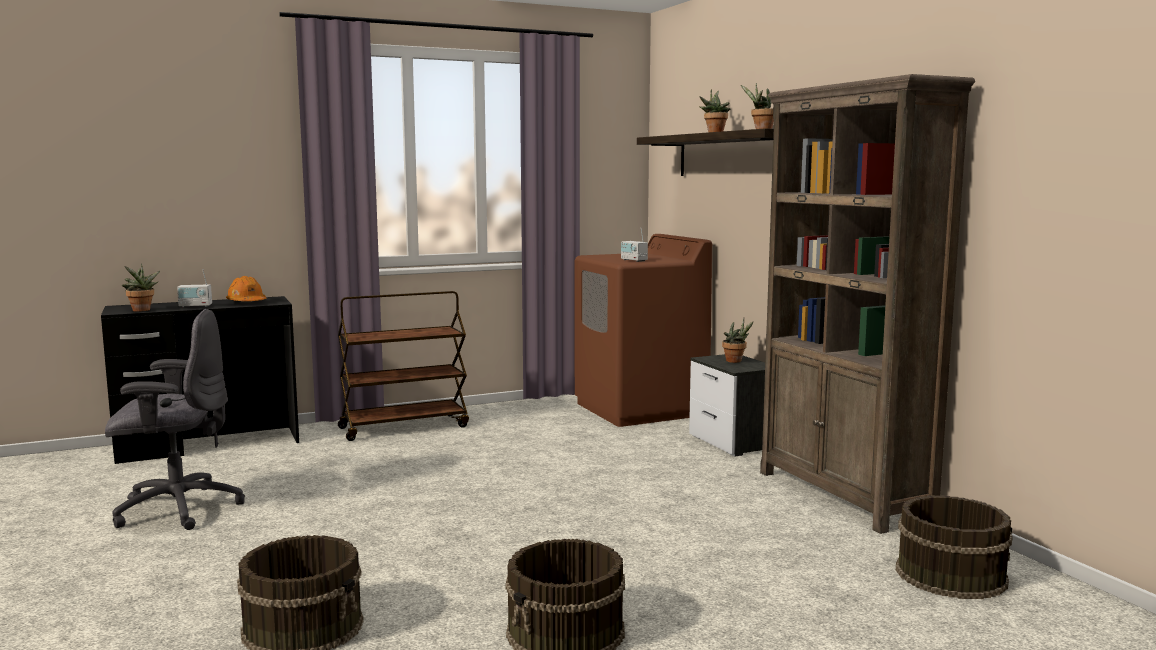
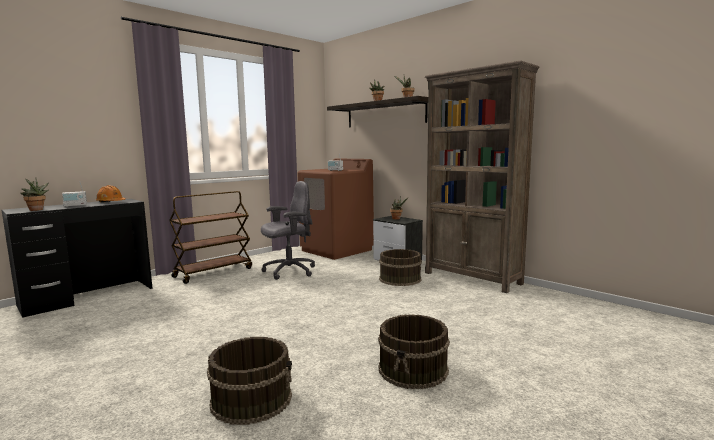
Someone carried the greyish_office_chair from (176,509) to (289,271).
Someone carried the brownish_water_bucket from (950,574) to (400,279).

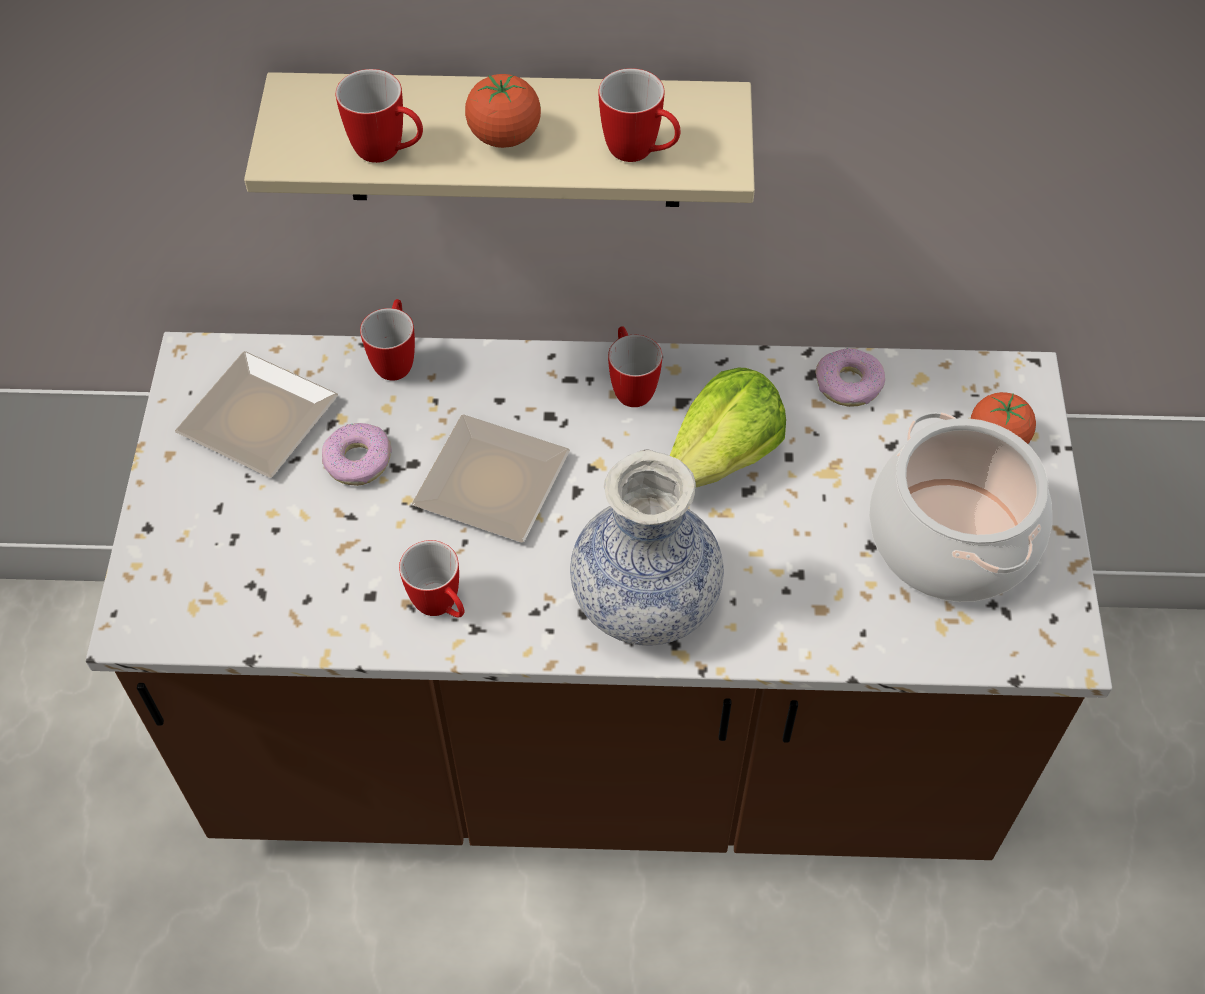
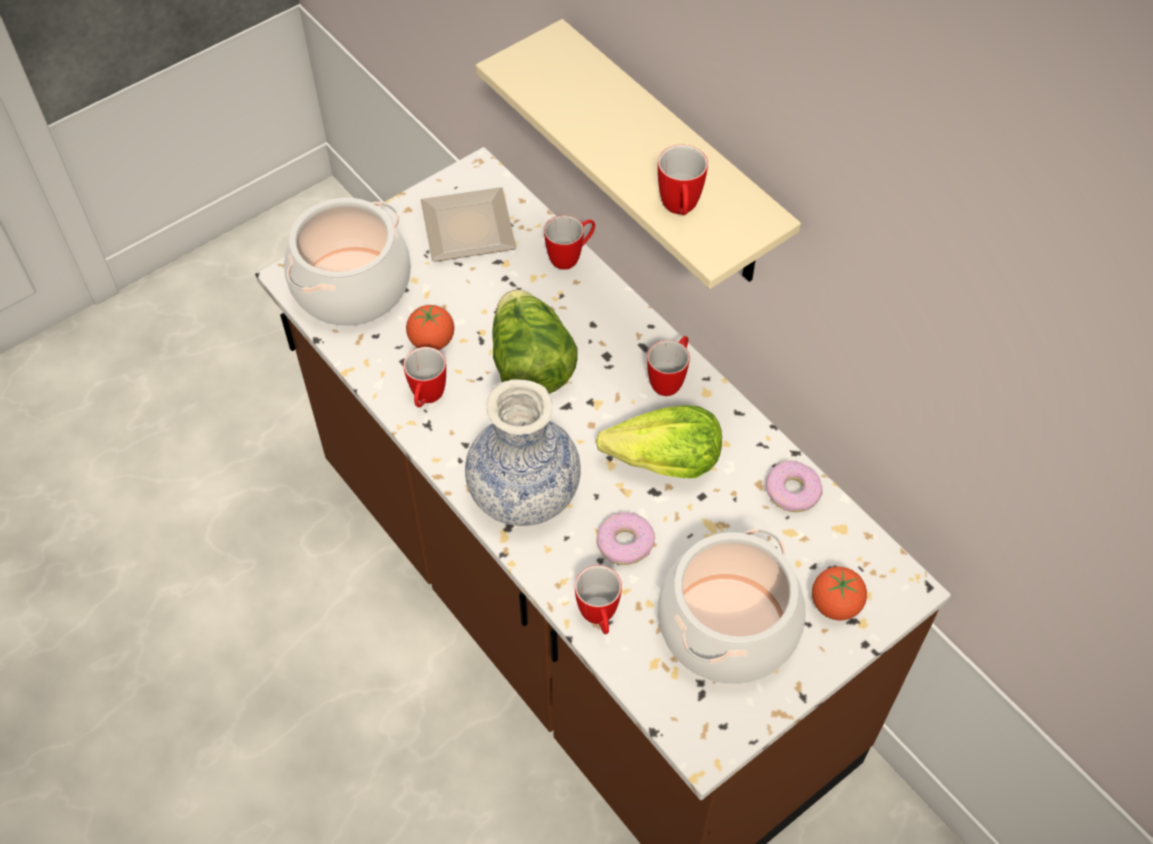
Someone carried the coffee_mug from (388,153) to (599,619).
Someone carried the tomato from (504,136) to (432,341).
Someone swapped the dinner_plate at (494,487) for the lettuce_head at (530,365).
Someone carried the doughnut from (357,461) to (624,543).
Someone put down the stockpot at (352,286).

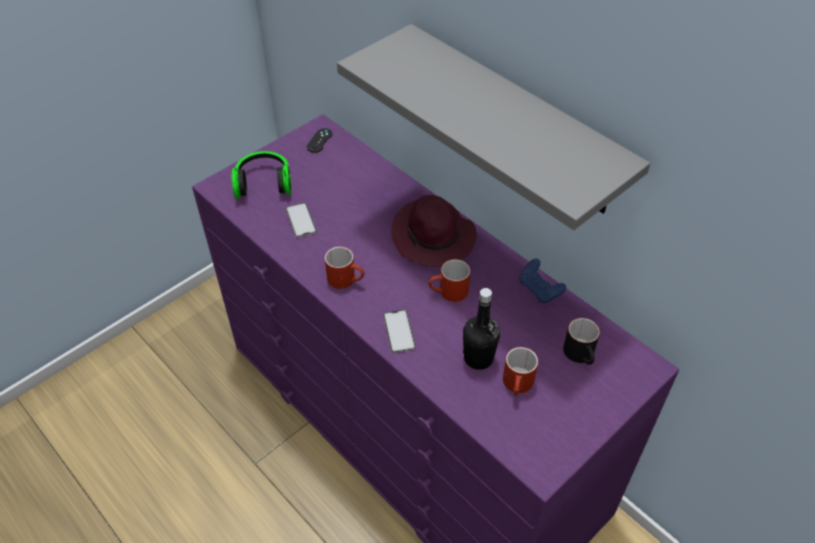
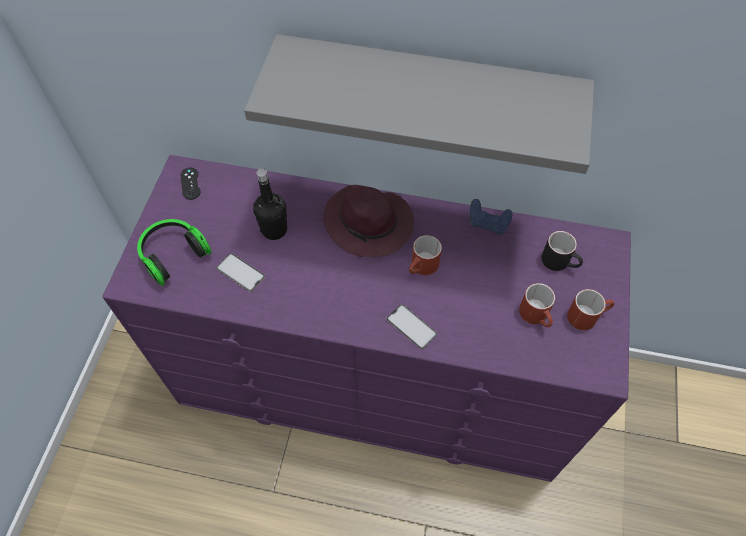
Someone carried the reddish_coffee_mug from (346,279) to (587,315).
Someone carried the black-coloured_bottle from (478,358) to (274,230).

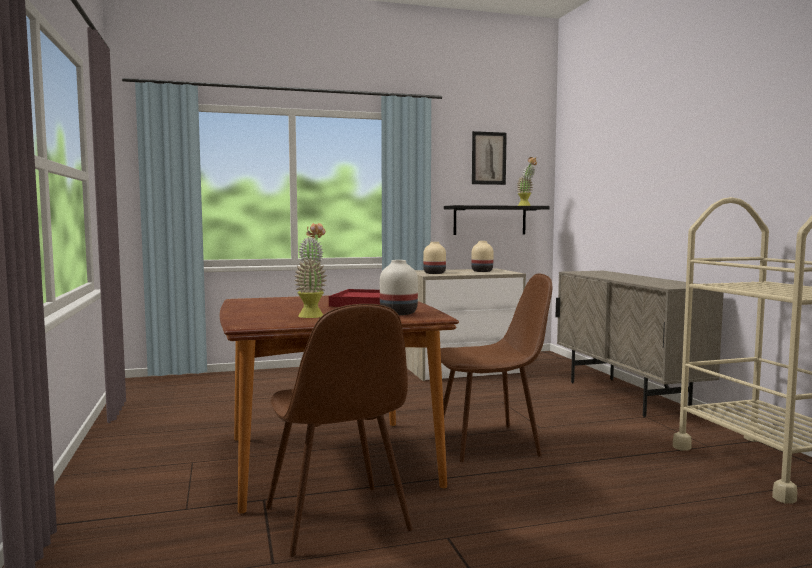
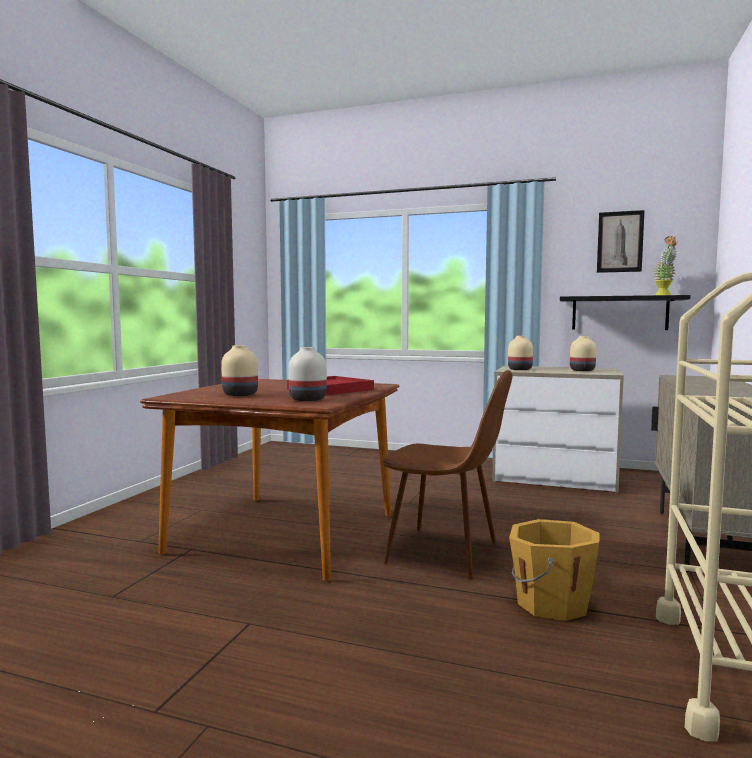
Someone swapped the houseplant at (312,315) for the beige-coloured_decorative_vase at (241,394).
Someone took away the brownish_upright_chair at (337,521).
Someone put down the orange_water_bucket at (550,602).

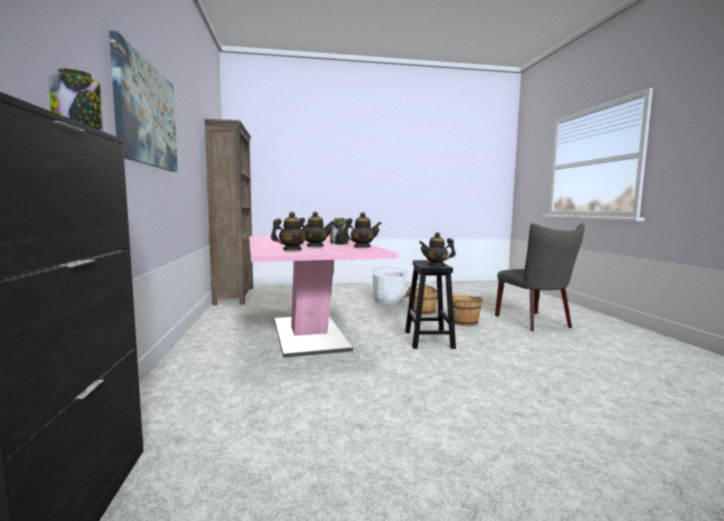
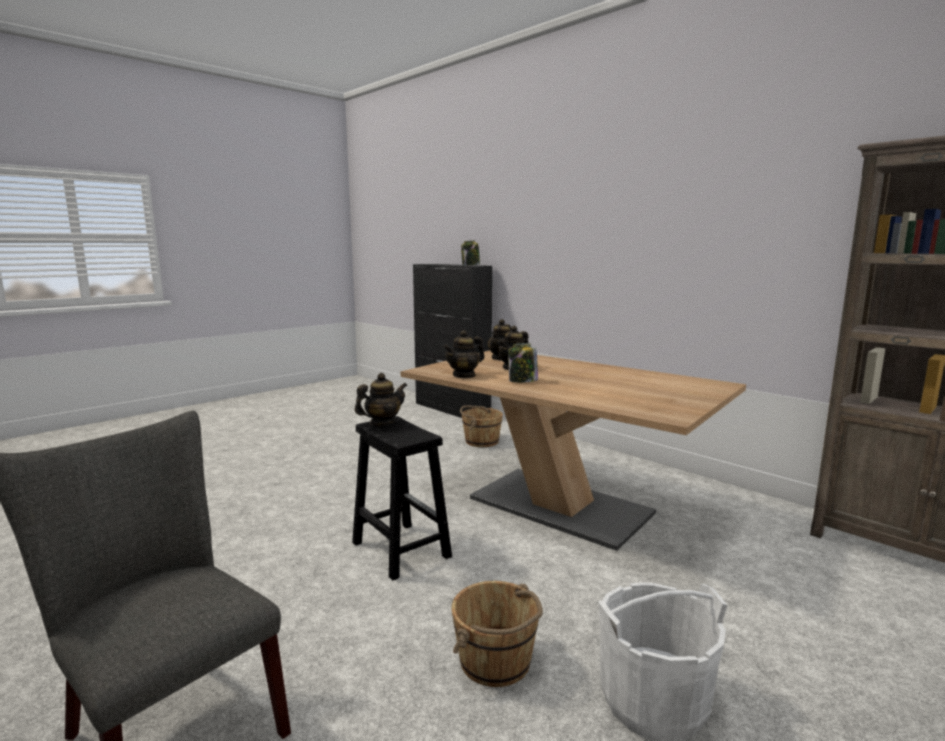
Someone took away the wall_art at (146,115).
Someone repainted the pink-coloured_dining_table at (309,334), which became the brownish_dining_table at (560,506).
Someone carried the brownish_water_bucket from (464,322) to (481,441).

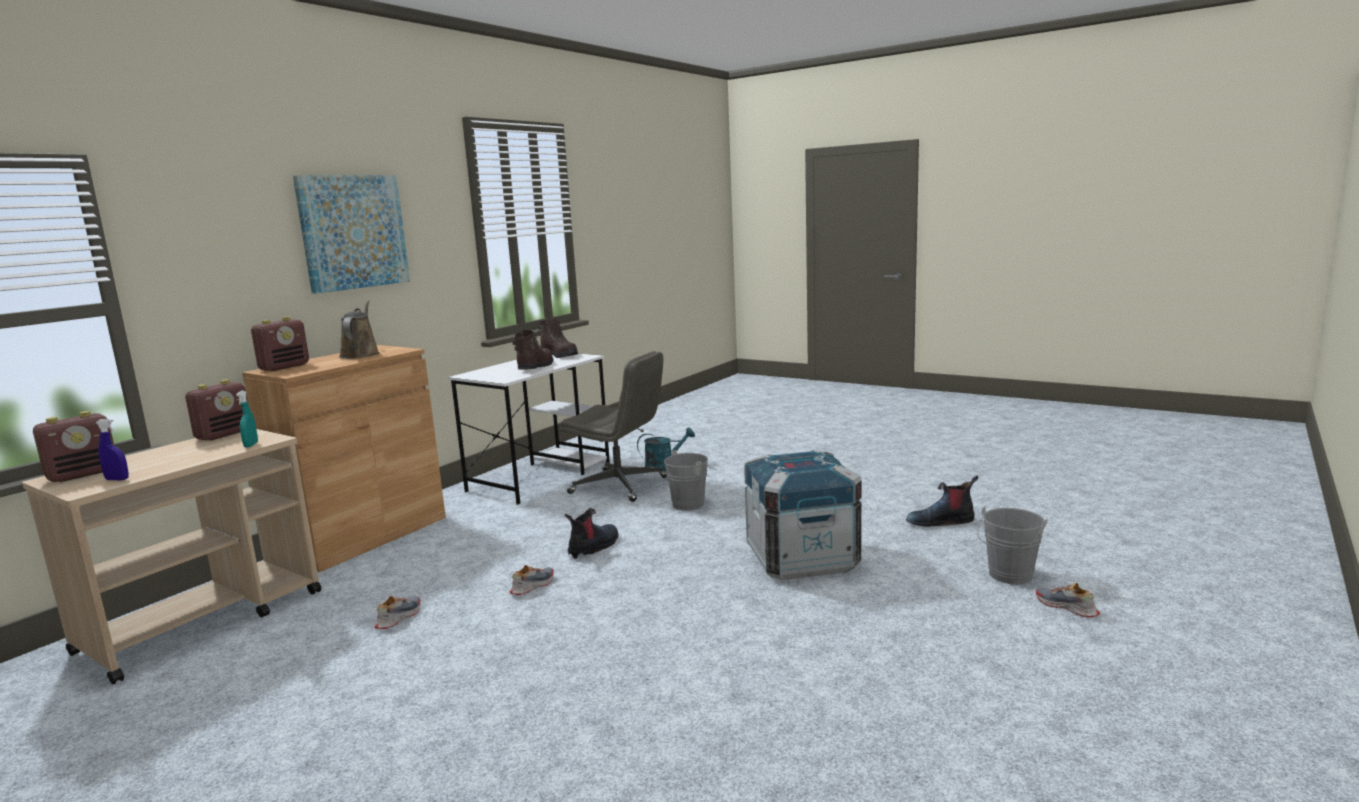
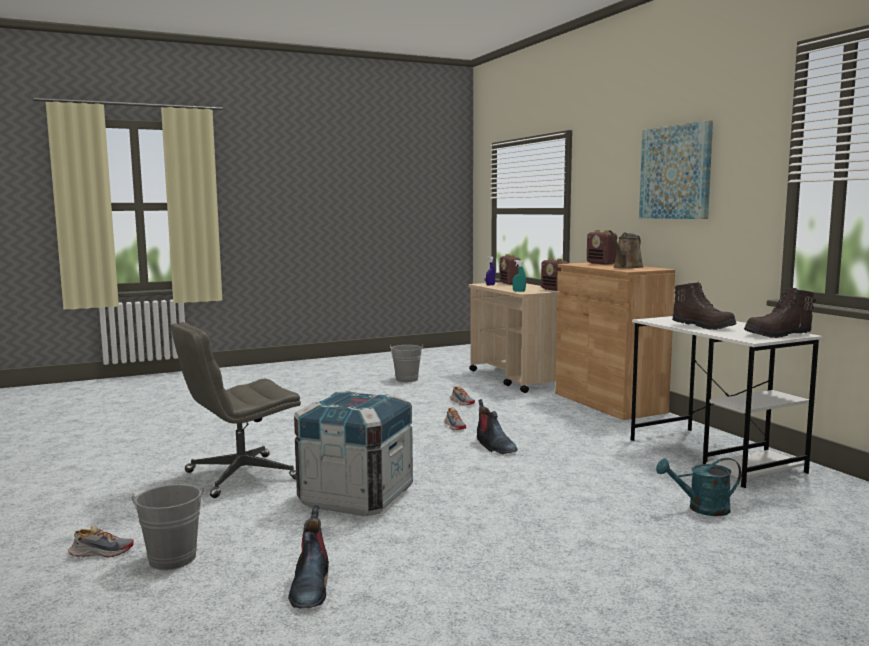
Someone rotated the brownish_watering_can at (360,354) by 105 degrees clockwise.
Someone carried the greyish_office_chair from (620,485) to (240,476).
Someone rotated the turquoise_watering_can at (664,466) by 75 degrees clockwise.
Someone carried the greyish_water_bucket from (691,503) to (406,380).
Someone rotated the boot at (941,521) by 150 degrees clockwise.

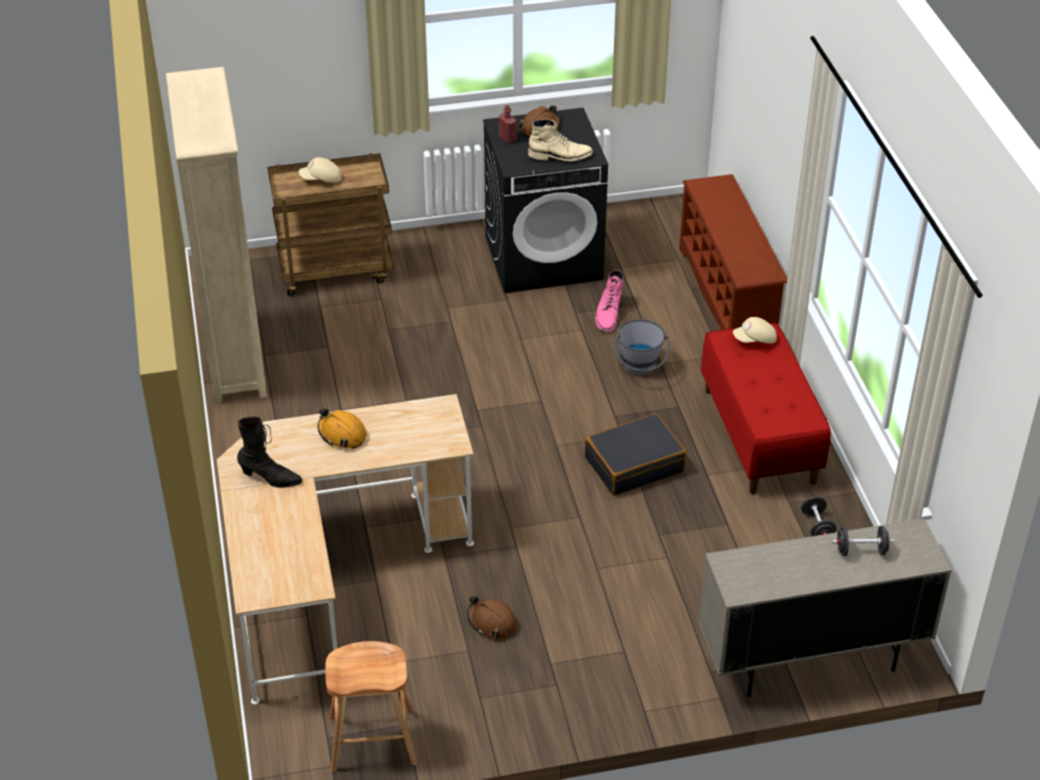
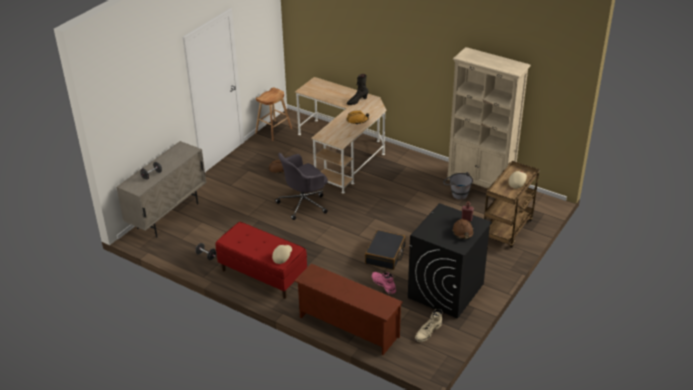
Someone carried the beige-coloured_boot from (560,156) to (428,332).
Someone carried the greyish_water_bucket from (640,370) to (457,193).
Someone carried the black-coloured_suitcase from (634,464) to (385,255).
Someone put down the greyish_office_chair at (304,204).

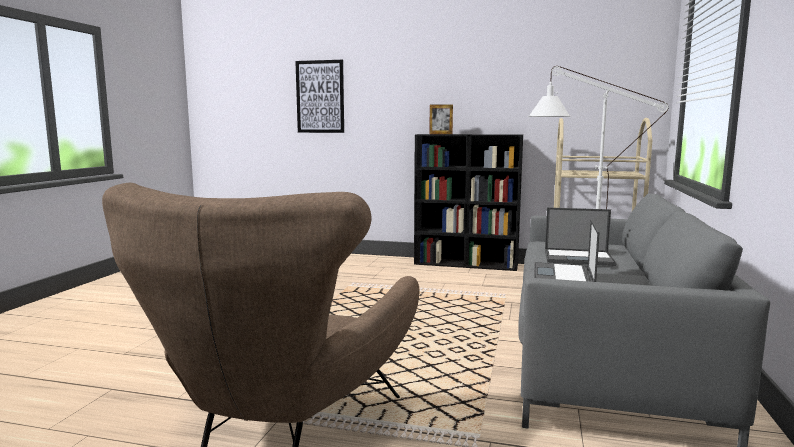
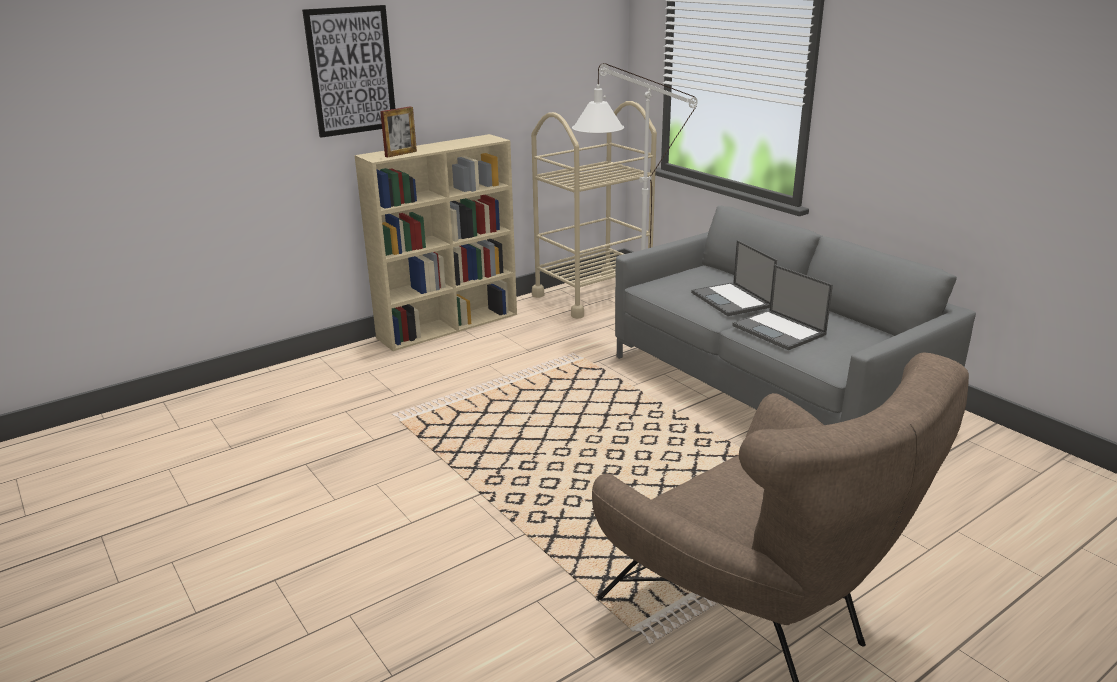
Someone carried the wall_art from (320,96) to (351,71).
Someone repainted the black-coloured_shelving_unit at (467,264), which became the beige-coloured_shelving_unit at (449,325).
Someone rotated the notebook_computer at (579,258) by 105 degrees clockwise.

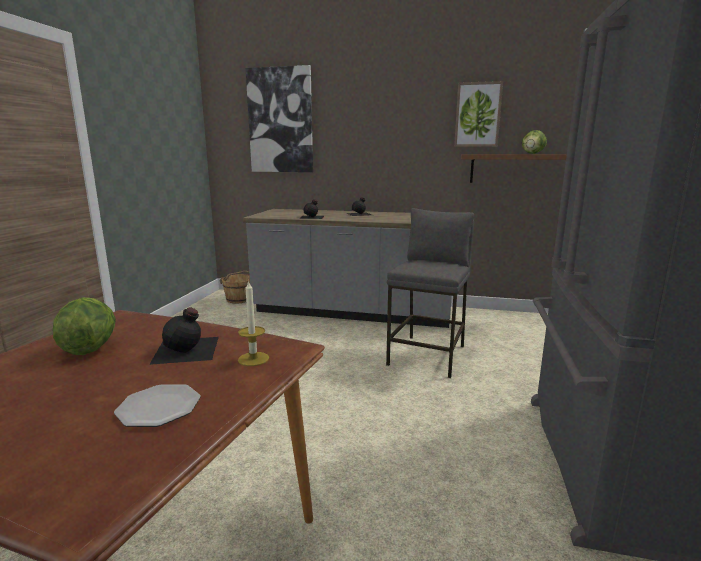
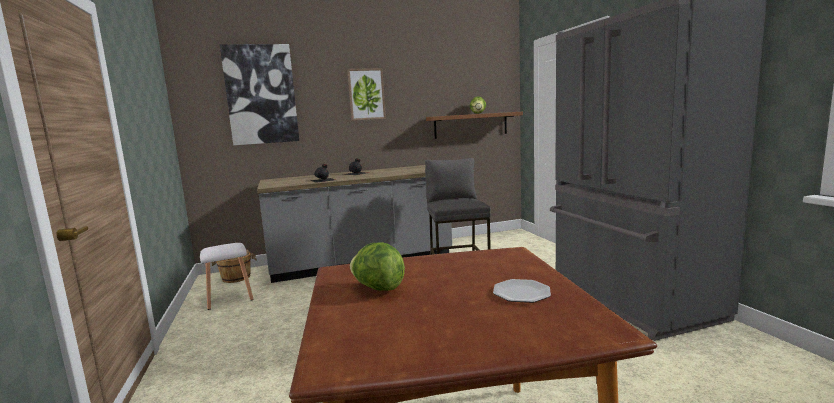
Someone carried the wall_art from (477,115) to (366,94).
Someone took away the wax_light at (253,359).
Someone took away the black-coloured_bottle at (187,350).
Someone put down the whitish_sitting_stool at (229,297).

